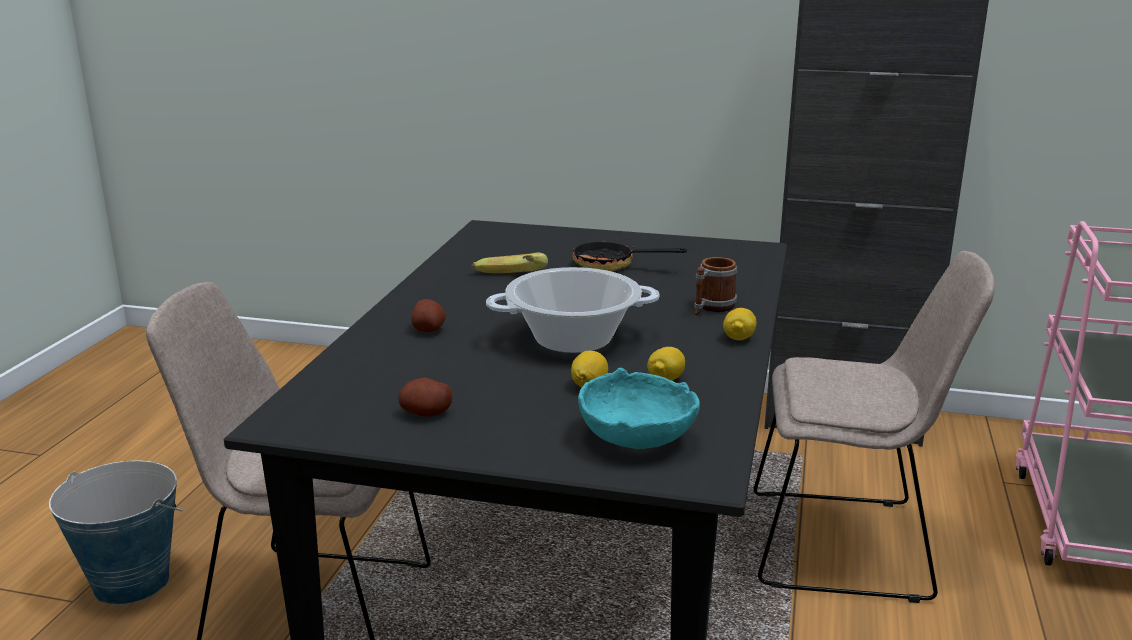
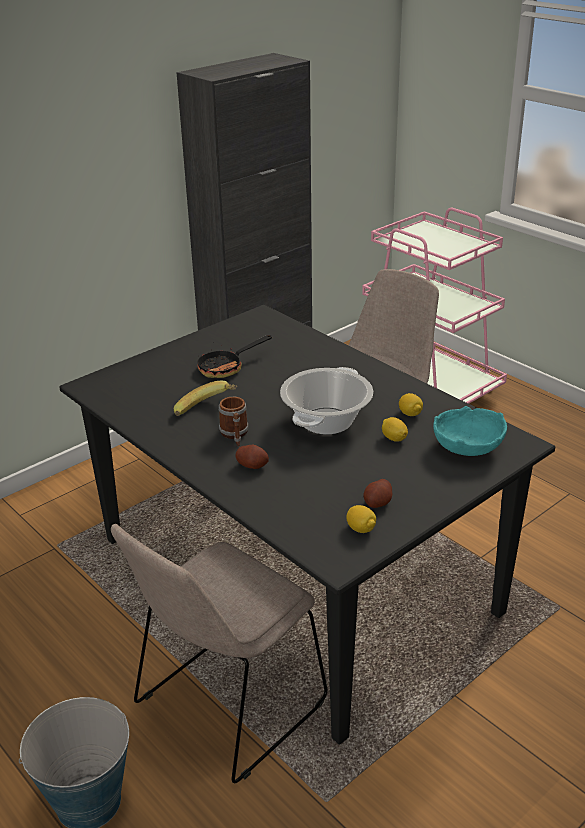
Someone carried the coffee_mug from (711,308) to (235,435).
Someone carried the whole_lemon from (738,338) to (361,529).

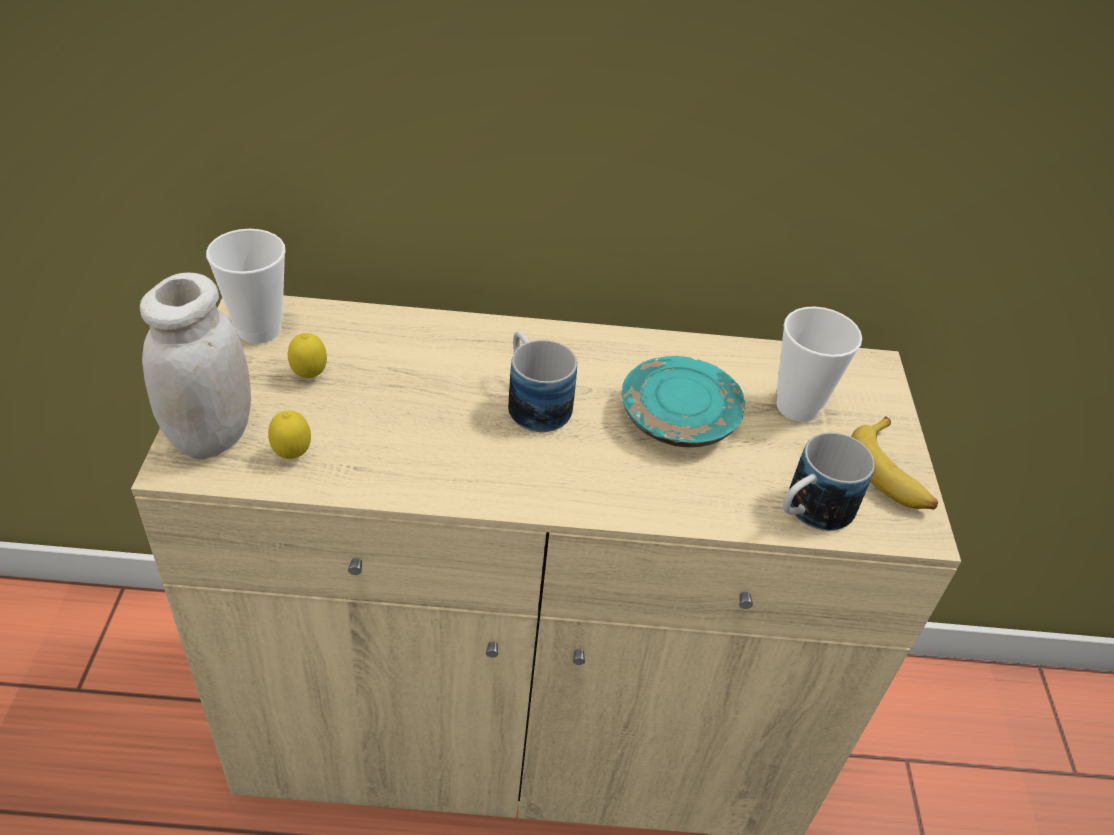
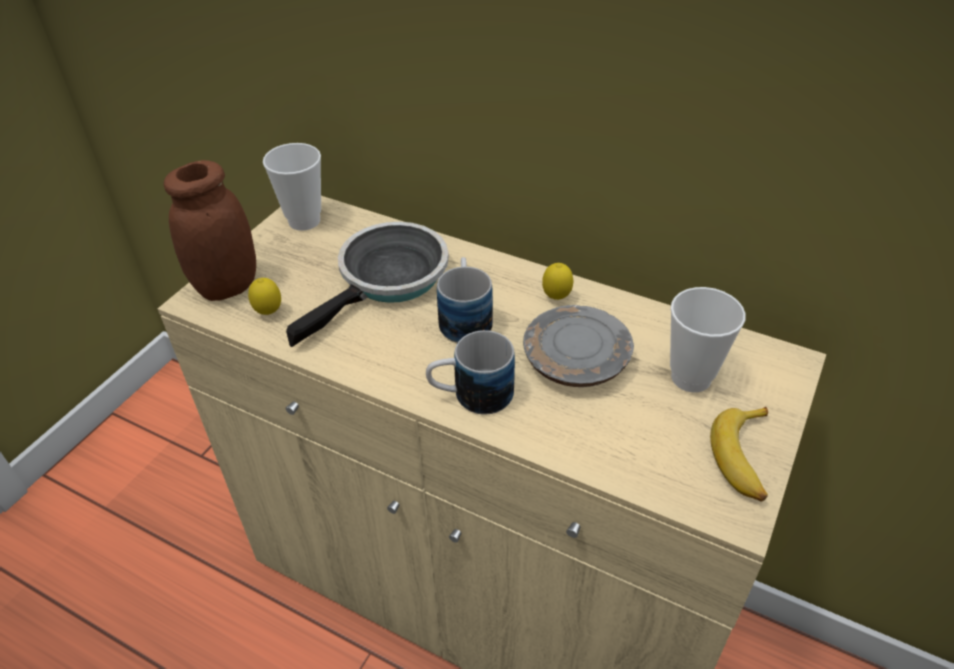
Someone repainted the whitish_storage_jar at (212,435), which became the brownish_storage_jar at (227,286).
Someone carried the whole_lemon from (310,376) to (556,298).
Someone repainted the turquoise_dinner_plate at (679,418), which became the greyish_dinner_plate at (576,360).
Someone carried the coffee_mug from (809,513) to (471,396).
Someone put down the frying_pan at (388,280).

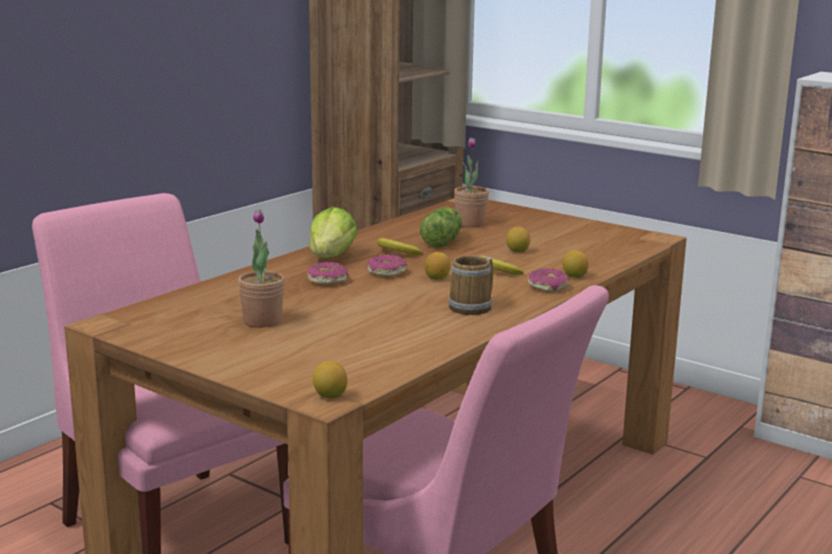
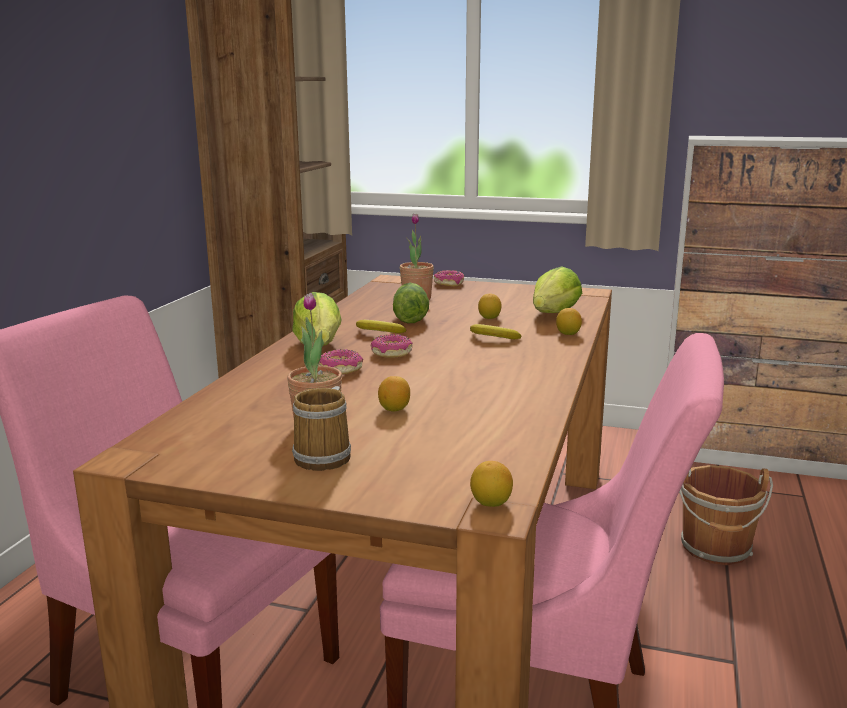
Someone carried the whole_lemon from (437,278) to (394,409).
Someone carried the coffee_mug from (473,307) to (326,456).
Someone carried the doughnut from (548,287) to (449,284).
Someone put down the lettuce_head at (554,314).
Someone put down the brownish_water_bucket at (716,549).

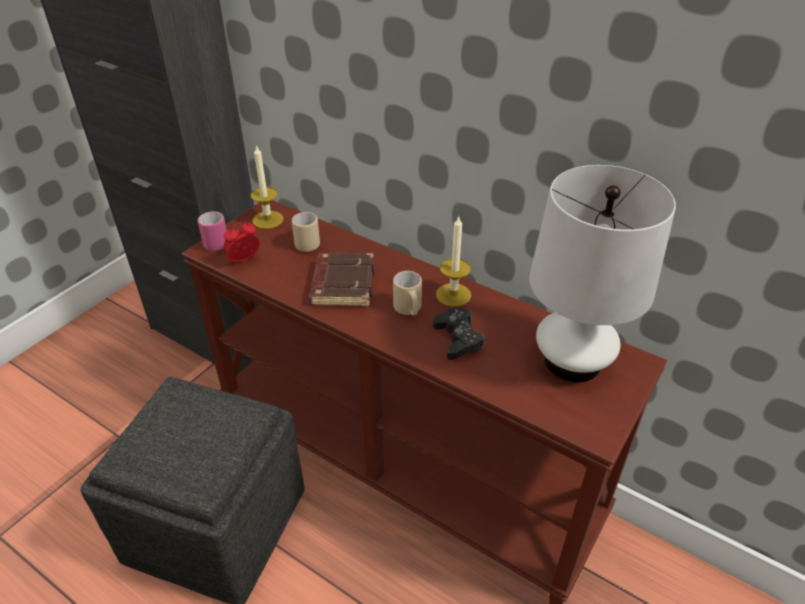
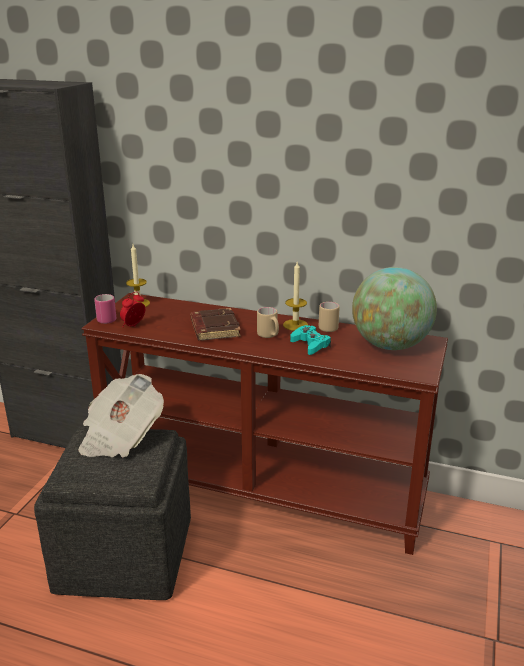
Someone swapped the whitish_table_lamp at (572,361) for the desk_globe at (390,345).
Someone carried the beige-coloured_coffee_mug from (308,242) to (327,327).
Someone repainted the black-coloured_game_controller at (458,339), which became the turquoise_game_controller at (310,344).
Someone put down the daily_paper at (120,436).

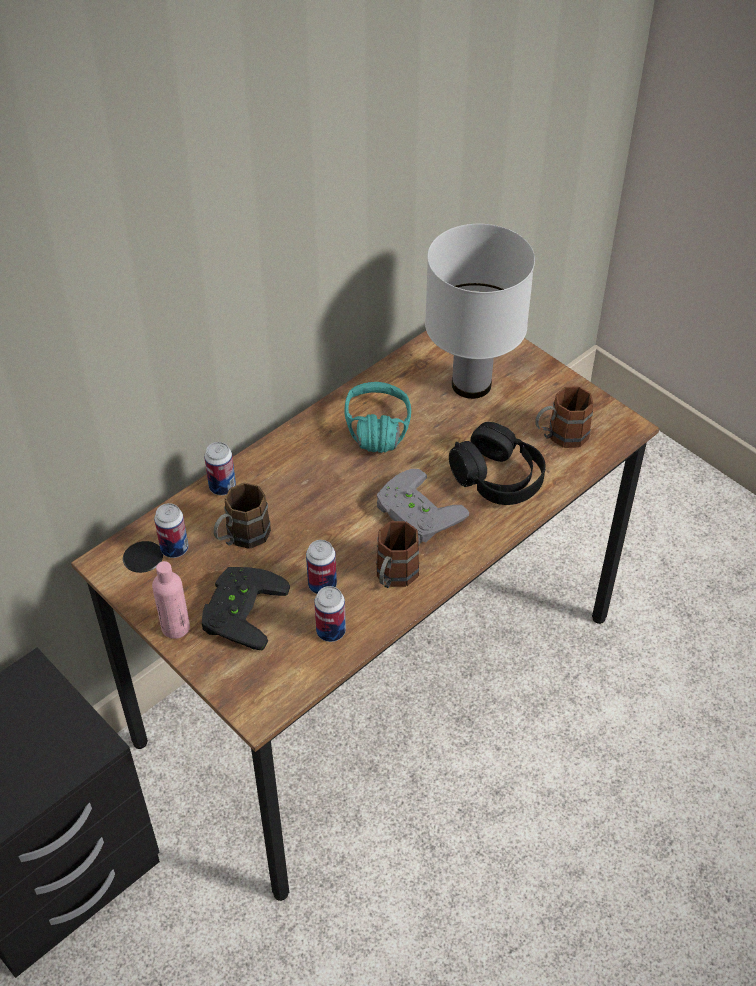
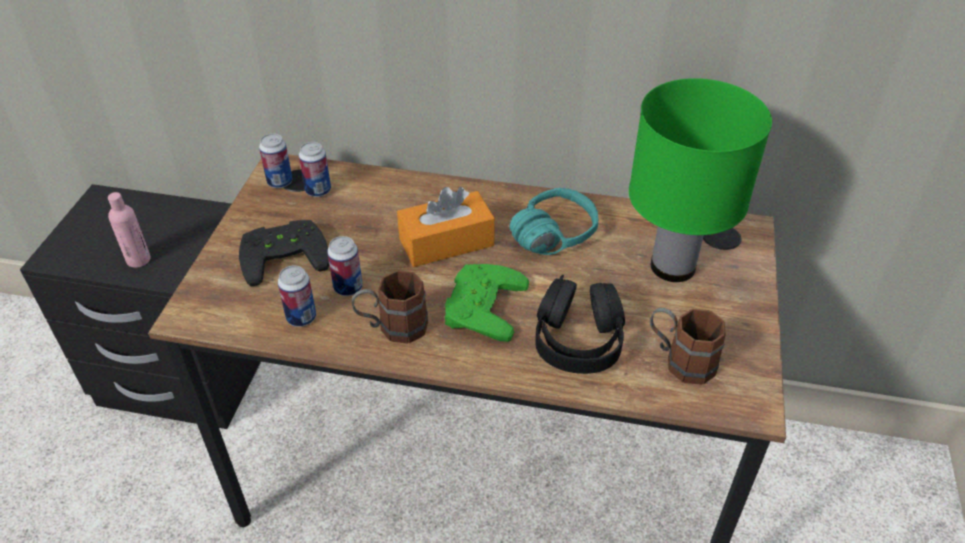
Someone repainted the whitish_table_lamp at (472,385), which became the green_table_lamp at (673,267).
Someone carried the can from (222,487) to (280,182).
Someone repainted the greyish_game_controller at (414,513), which became the green_game_controller at (479,305).
Someone took away the brownish_coffee_mug at (241,538).
Someone carried the pink-coloured_bottle from (175,627) to (138,260).
Someone put down the orange_box_of_tissues at (446,242).

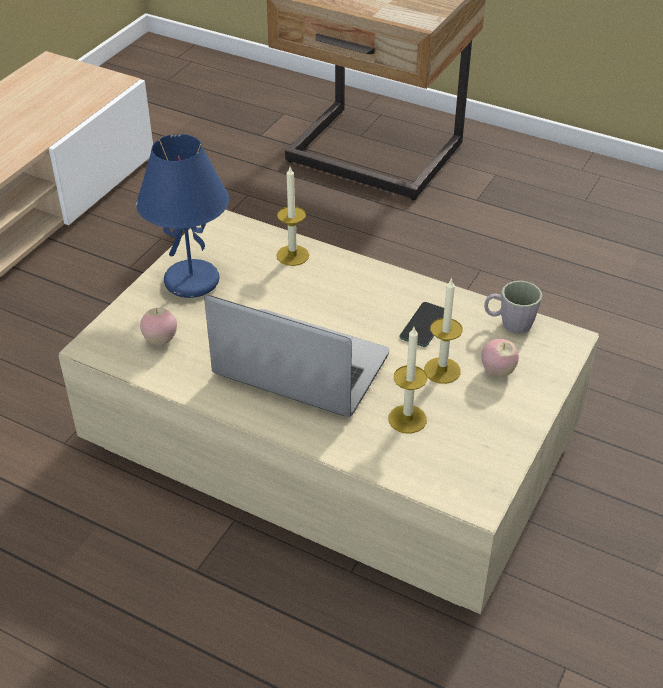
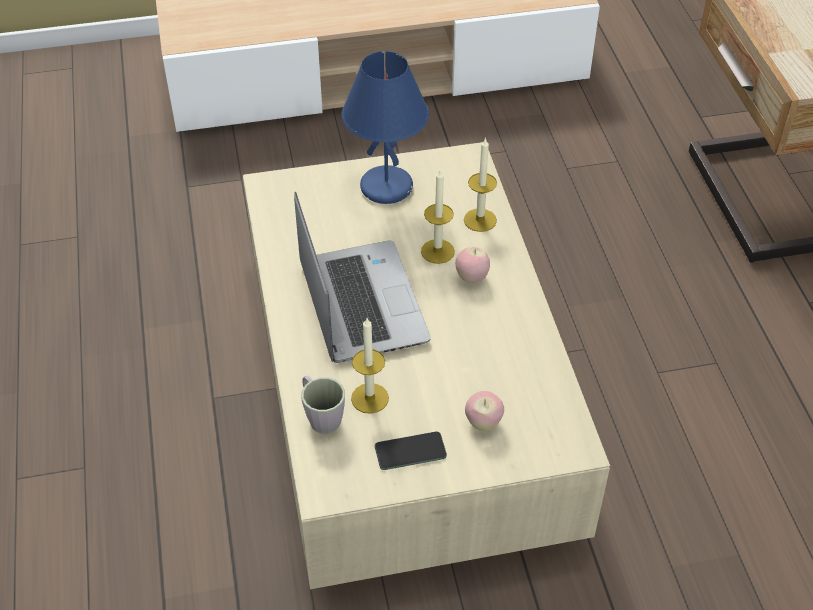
Someone carried the wax_light from (442,370) to (437,251).
Someone carried the greyish_coffee_mug from (509,324) to (321,415).
Someone carried the telephone from (424,325) to (410,451).
Someone carried the apple_fruit from (160,340) to (472,277).

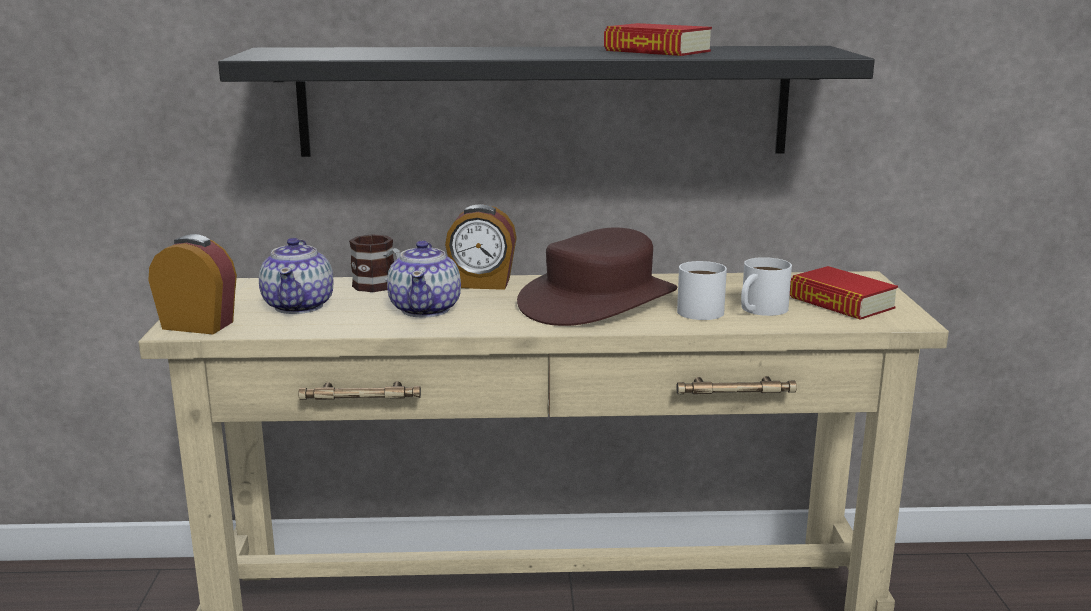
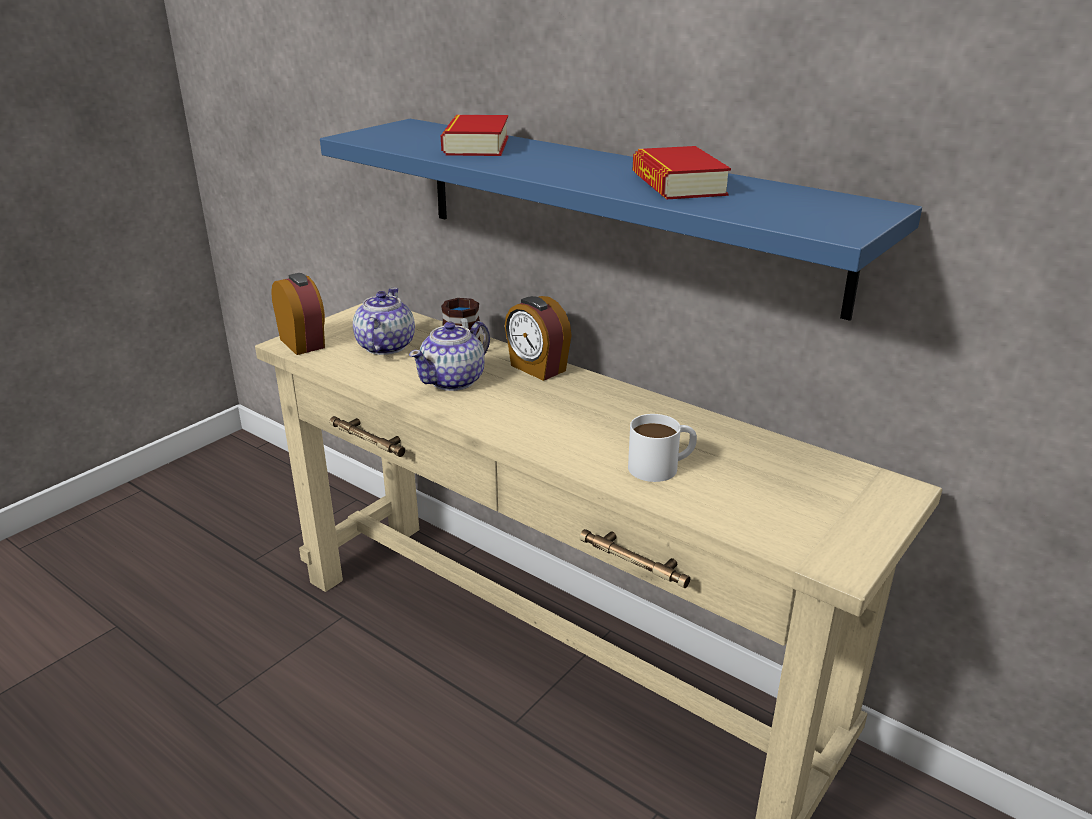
Someone repainted the black-coloured_shelf at (544,101), which became the bluish_shelf at (618,209).
Someone took away the brownish_hat at (599,300).
Someone rotated the tea_pot at (299,306) by 150 degrees clockwise.
Someone took away the whitish_coffee_mug at (759,310).
Someone carried the bound_book from (841,303) to (476,146).

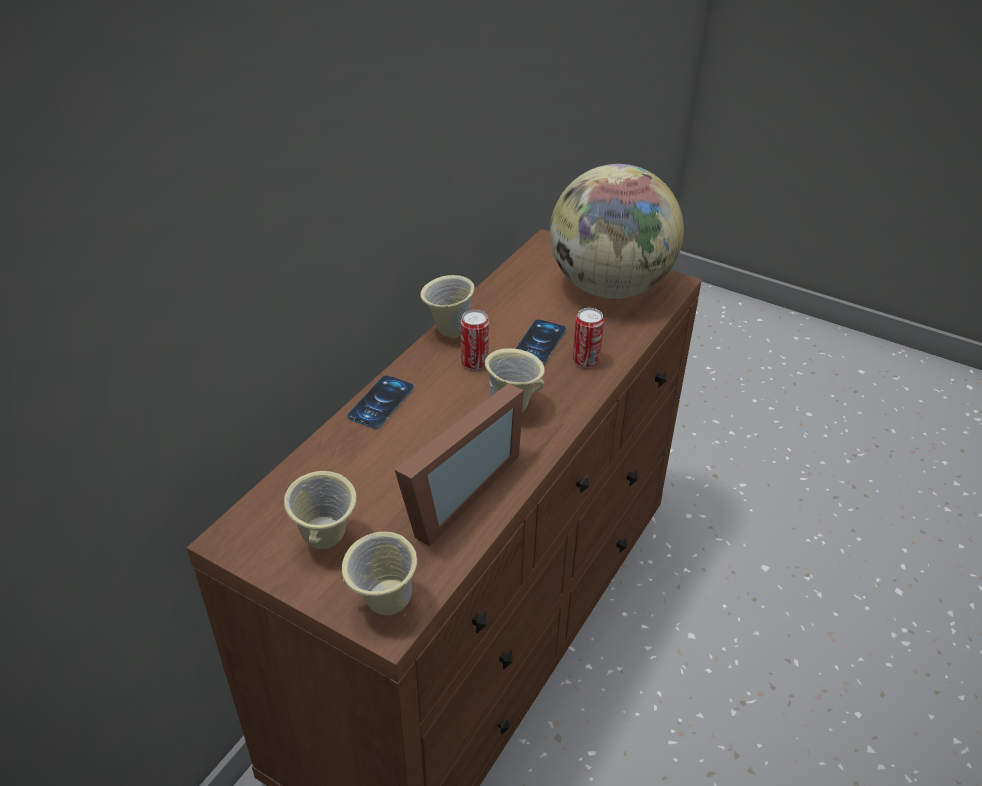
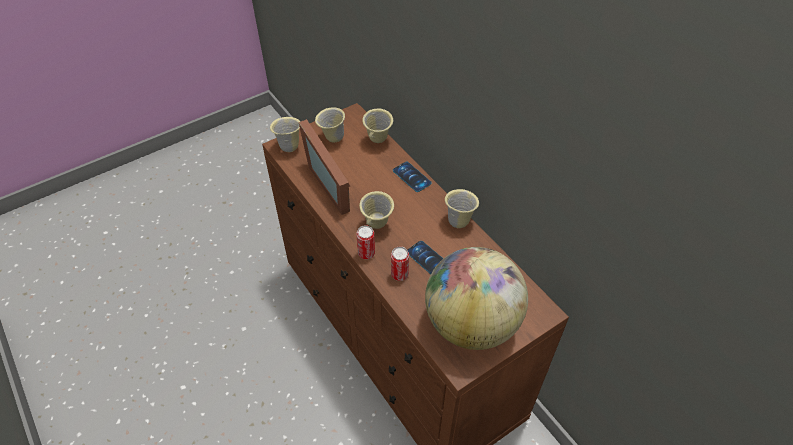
Someone carried the can from (474,362) to (366,253).
Someone put down the beige-coloured_coffee_mug at (378,141).

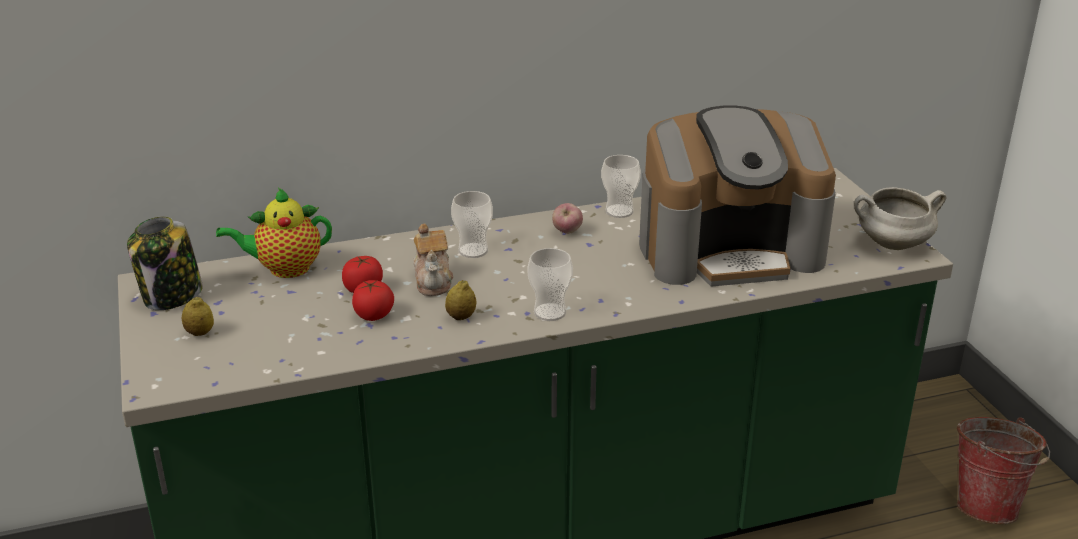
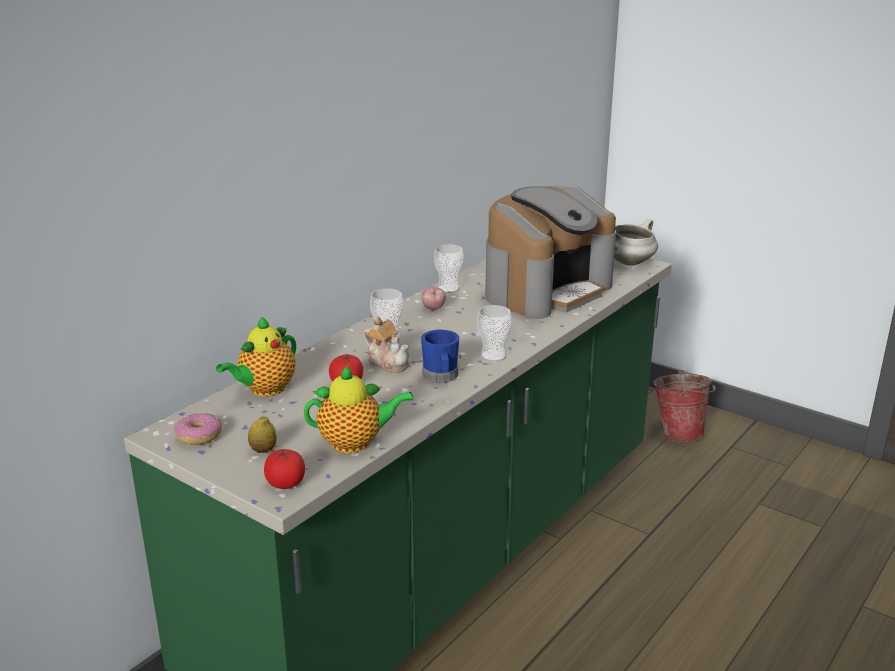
Someone swapped the storage_jar at (172,296) for the doughnut at (199,436).
Someone carried the tomato from (374,315) to (285,483).
Someone swapped the whole_lemon at (461,317) for the bluish_coffee_mug at (441,377).
Someone put down the tea_pot at (355,443).

